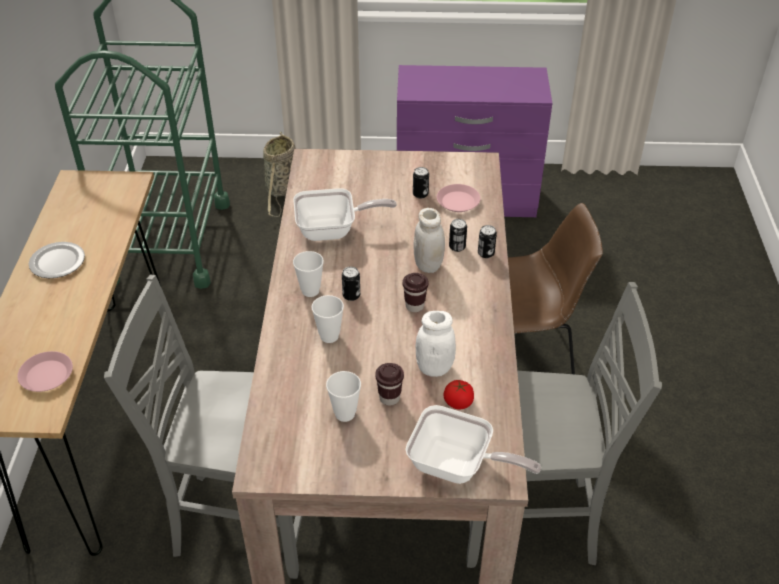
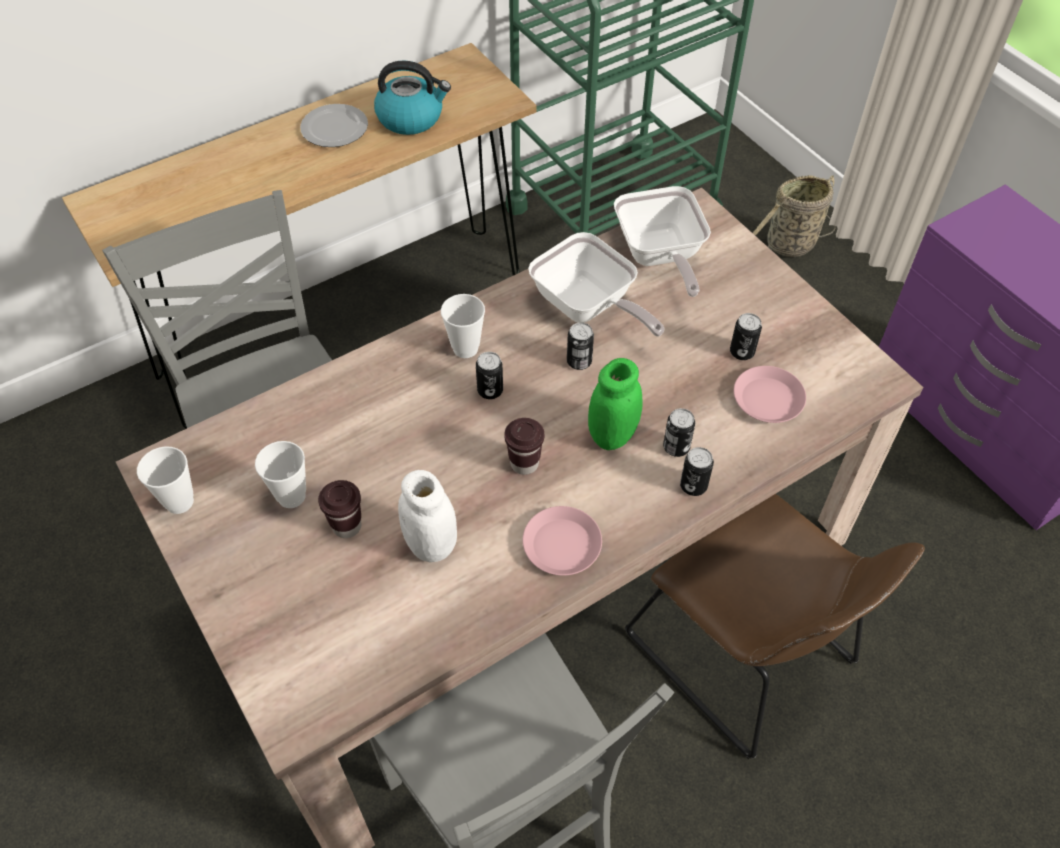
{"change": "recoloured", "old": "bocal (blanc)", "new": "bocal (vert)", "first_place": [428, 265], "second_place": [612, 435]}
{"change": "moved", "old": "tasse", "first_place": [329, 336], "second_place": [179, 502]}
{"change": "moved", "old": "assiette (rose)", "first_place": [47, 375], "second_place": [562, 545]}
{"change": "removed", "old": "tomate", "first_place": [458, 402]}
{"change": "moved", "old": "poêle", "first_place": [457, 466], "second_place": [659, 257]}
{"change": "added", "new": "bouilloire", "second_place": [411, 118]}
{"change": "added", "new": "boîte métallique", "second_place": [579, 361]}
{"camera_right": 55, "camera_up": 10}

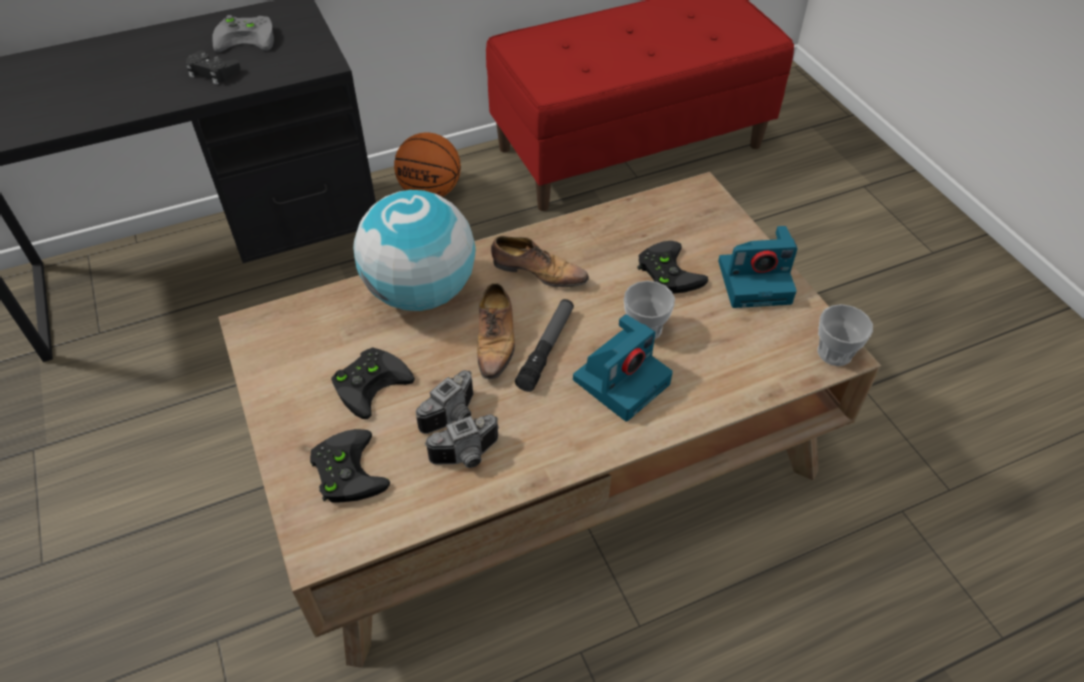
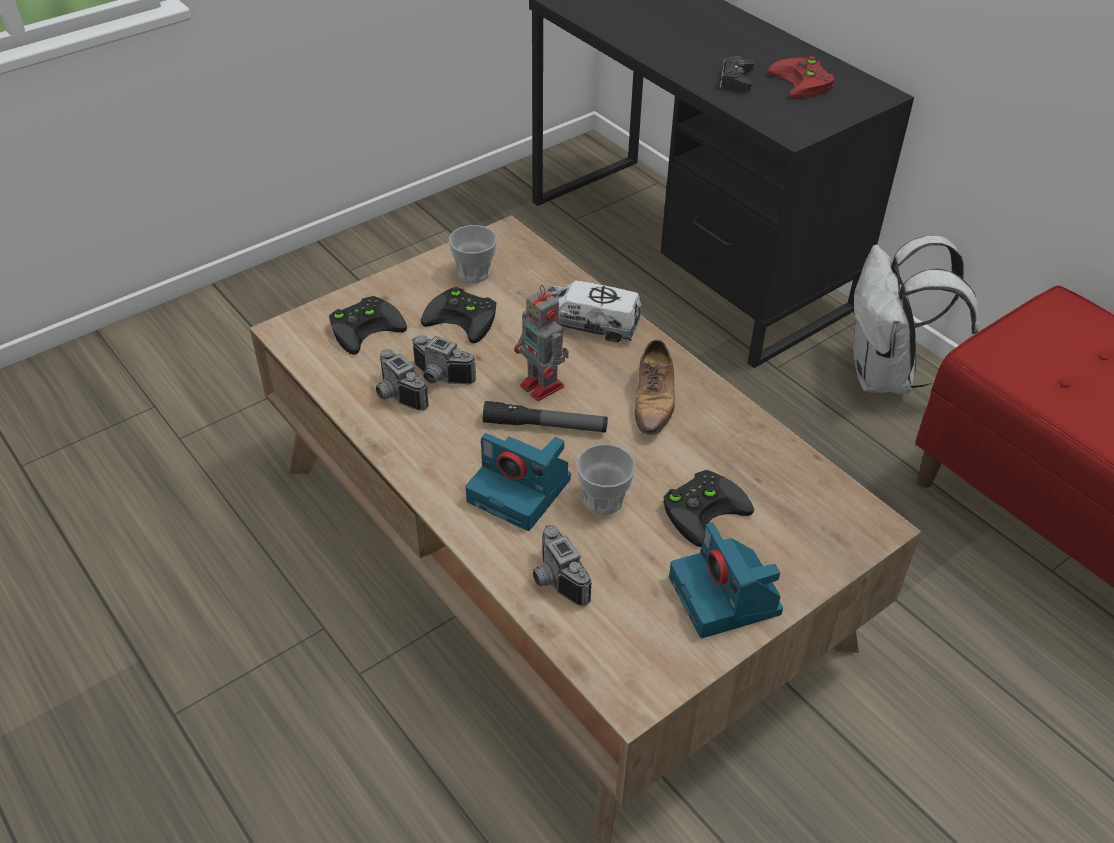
{"change": "recoloured", "old": "manette (gris)", "new": "manette (rouge)", "first_place": [248, 38], "second_place": [804, 83]}
{"change": "replaced", "old": "ballon de basket", "new": "sac à dos (blanc)", "first_place": [430, 191], "second_place": [885, 376]}
{"change": "replaced", "old": "globe", "new": "camion jouet", "first_place": [421, 292], "second_place": [589, 323]}
{"change": "replaced", "old": "chaussure", "new": "robot jouet", "first_place": [496, 340], "second_place": [543, 387]}
{"change": "moved", "old": "tasse", "first_place": [834, 353], "second_place": [474, 273]}
{"change": "added", "new": "appareil photo", "second_place": [555, 581]}
{"camera_right": 75, "camera_up": -5}

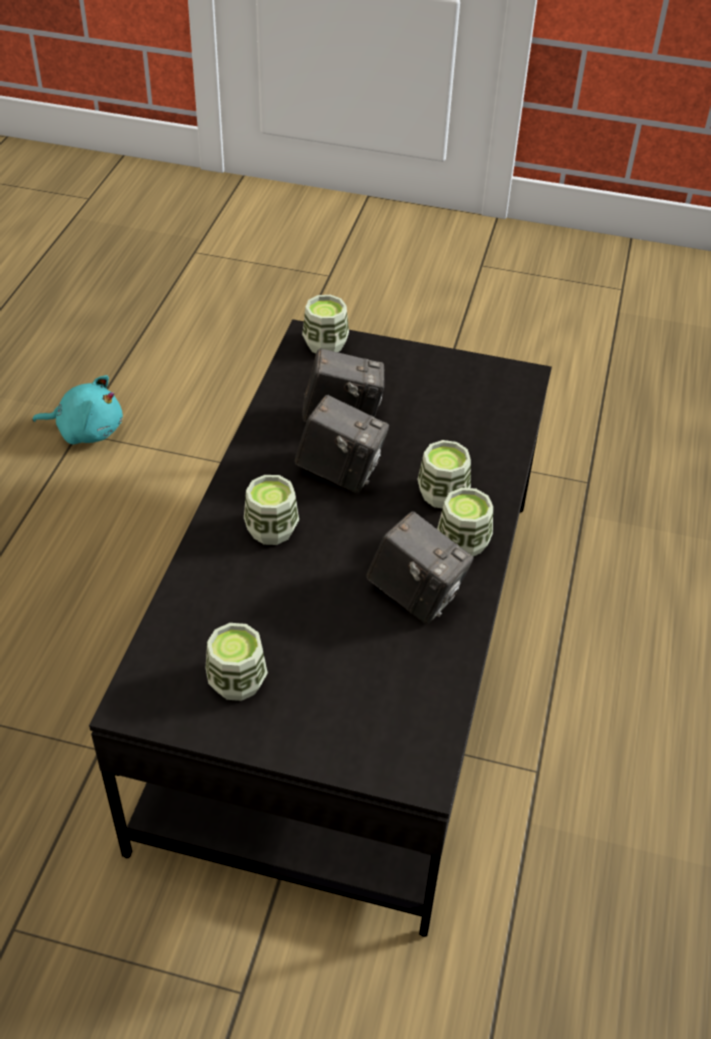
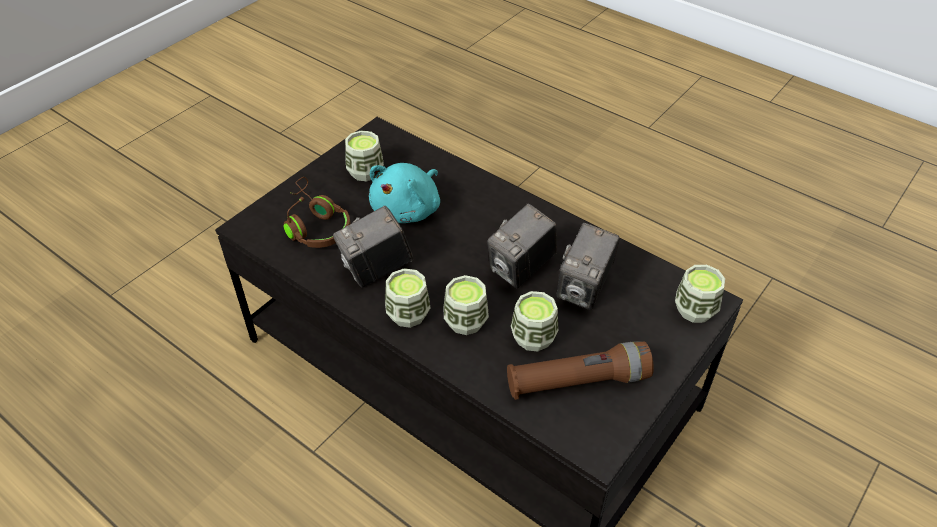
{"change": "moved", "old": "peluche (turquoise)", "first_place": [87, 430], "second_place": [408, 209]}
{"change": "moved", "old": "tasse", "first_place": [271, 530], "second_place": [533, 337]}
{"change": "added", "new": "casque audio (marron)", "second_place": [315, 225]}
{"change": "added", "new": "lampe de poche (marron)", "second_place": [577, 381]}
{"camera_right": 115, "camera_up": 0}

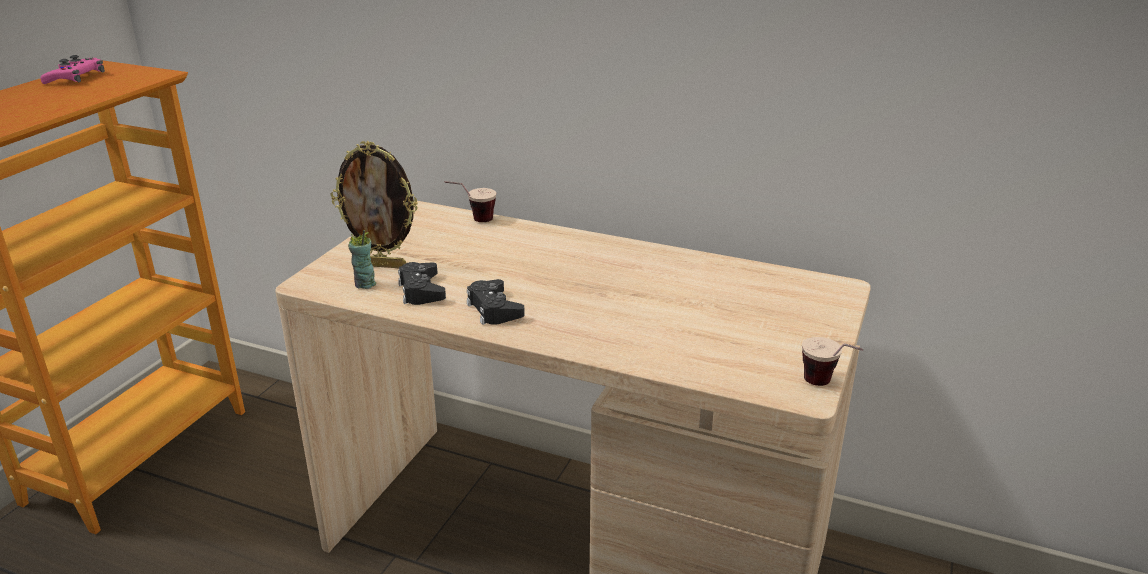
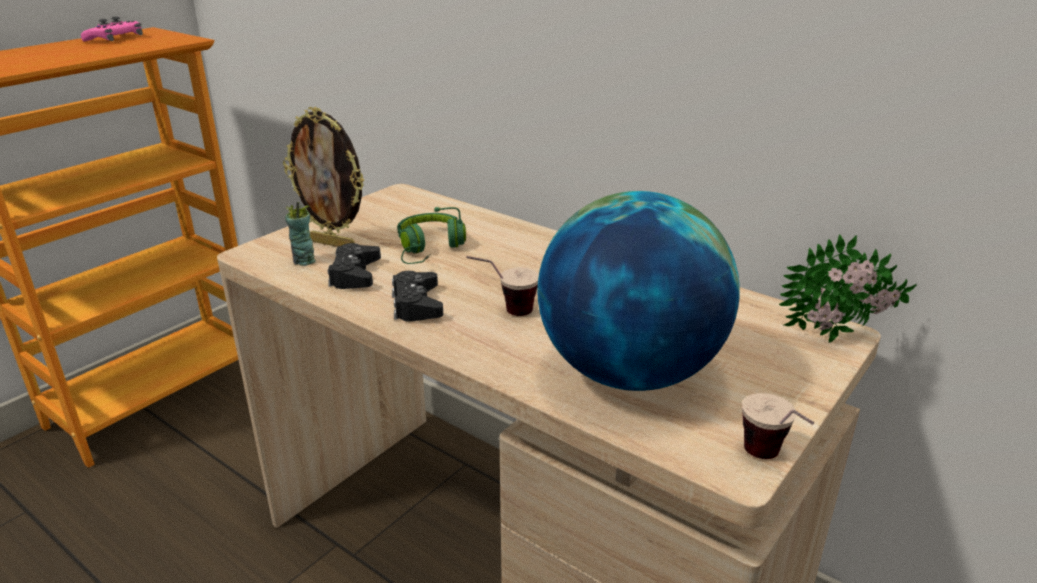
{"change": "moved", "old": "tasse", "first_place": [472, 221], "second_place": [503, 312]}
{"change": "added", "new": "globe", "second_place": [629, 372]}
{"change": "added", "new": "casque audio (vert)", "second_place": [430, 248]}
{"change": "added", "new": "plante en pot", "second_place": [840, 338]}
{"camera_right": 15, "camera_up": 0}

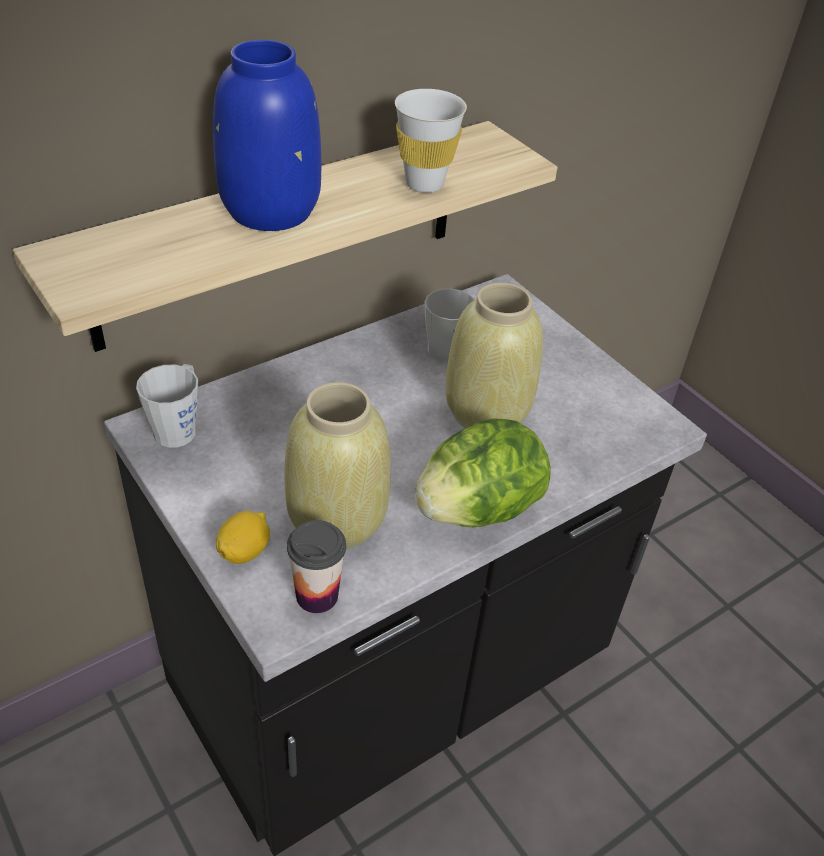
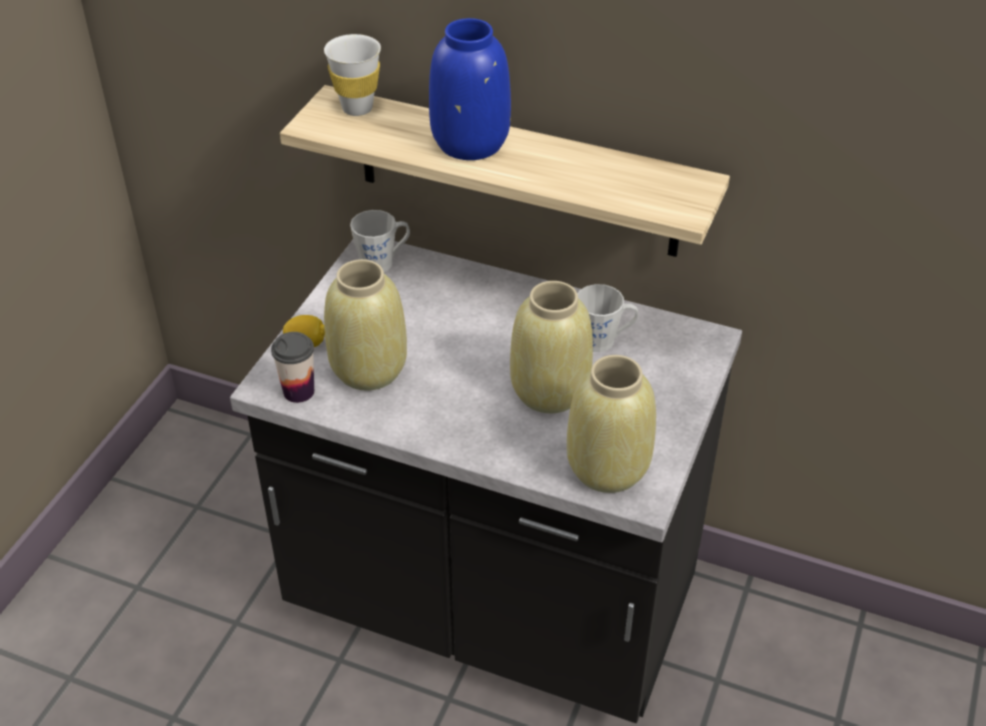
{"change": "moved", "old": "tasse (blanc)", "first_place": [424, 184], "second_place": [357, 108]}
{"change": "removed", "old": "laitue", "first_place": [478, 509]}
{"change": "added", "new": "vase (beige)", "second_place": [607, 467]}
{"camera_right": 60, "camera_up": 0}

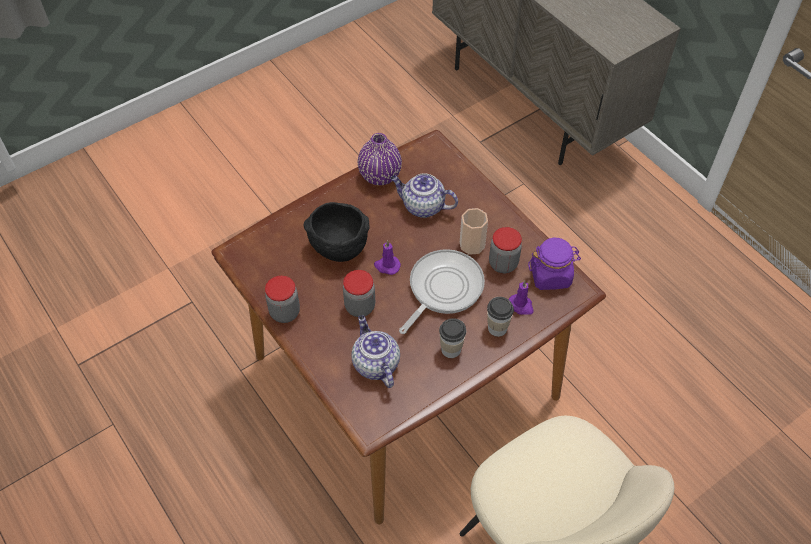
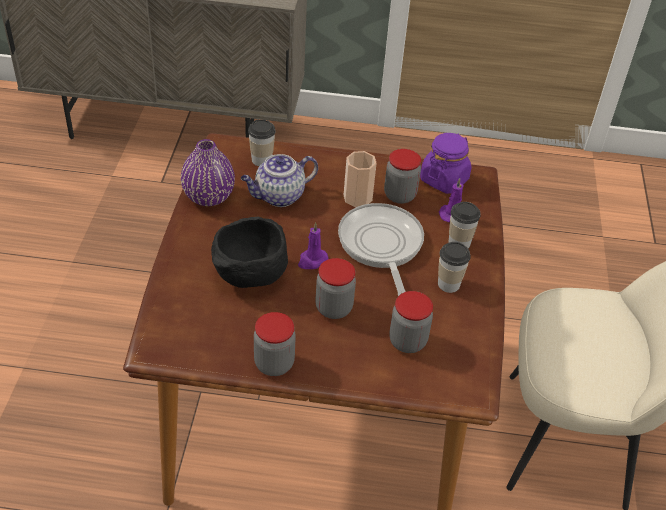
{"change": "replaced", "old": "théière", "new": "bocal", "first_place": [375, 363], "second_place": [407, 341]}
{"change": "added", "new": "tasse", "second_place": [261, 160]}
{"camera_right": -50, "camera_up": -10}

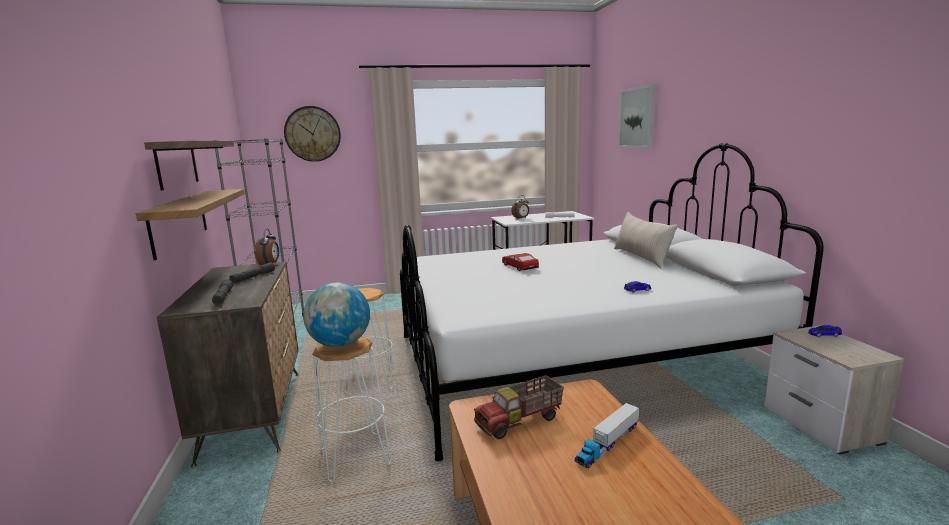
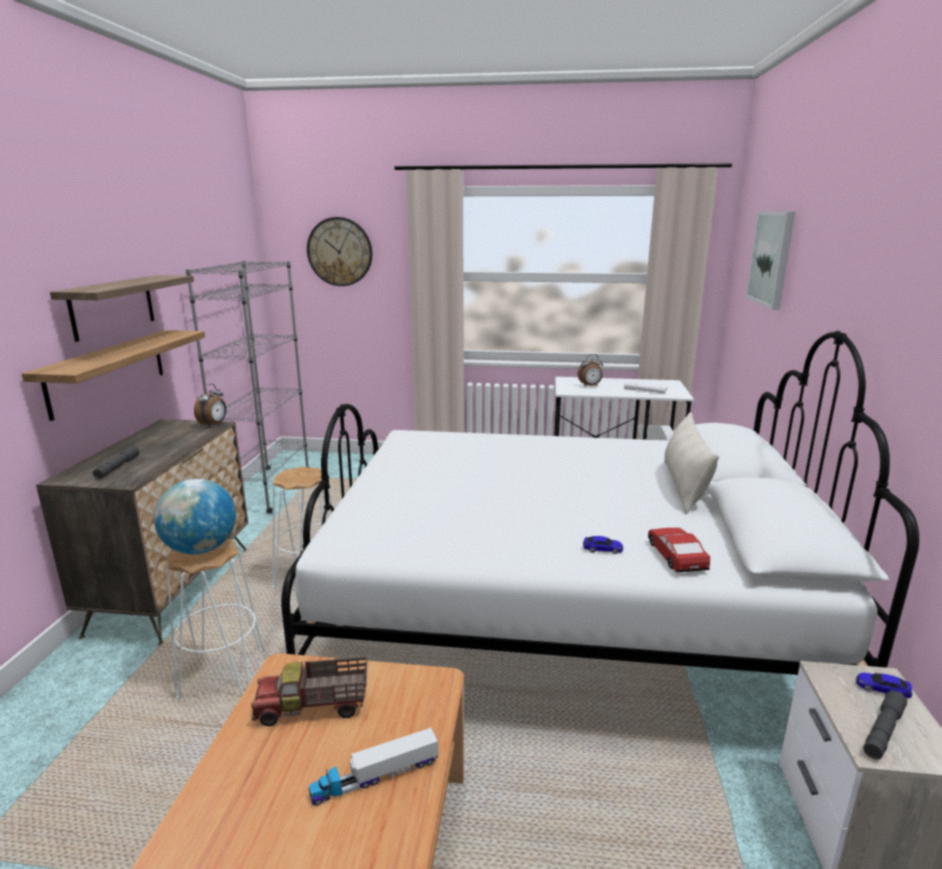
{"change": "moved", "old": "petite voiture", "first_place": [519, 267], "second_place": [676, 556]}
{"change": "moved", "old": "lampe de poche (gris)", "first_place": [253, 277], "second_place": [883, 731]}
{"camera_right": 20, "camera_up": 5}

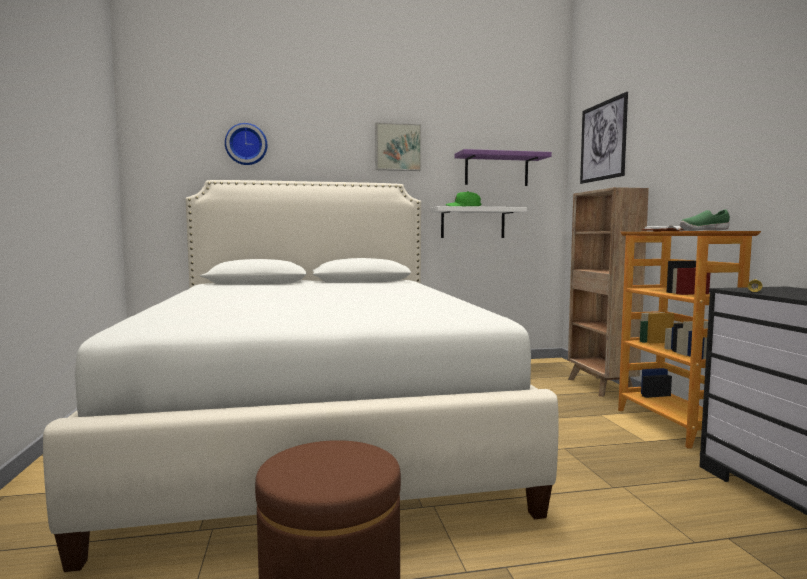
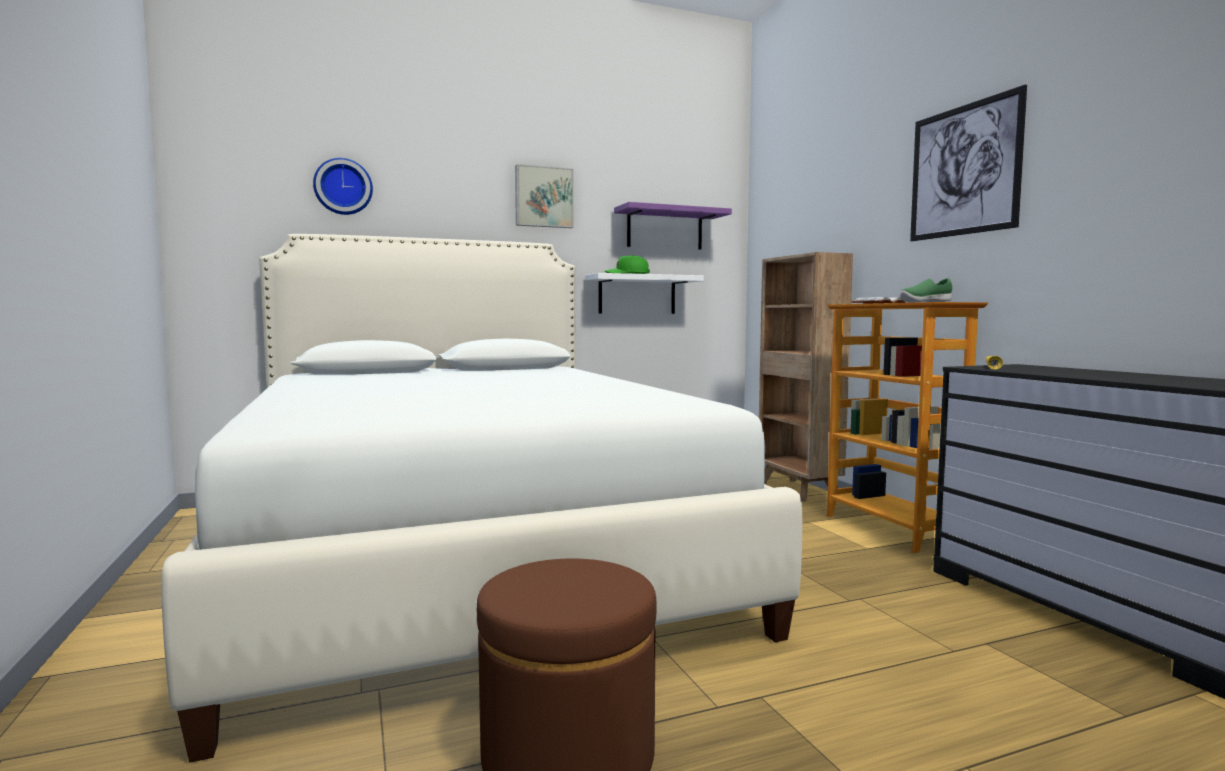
{"change": "moved", "old": "tableau", "first_place": [602, 141], "second_place": [964, 170]}
{"camera_right": -10, "camera_up": 0}

